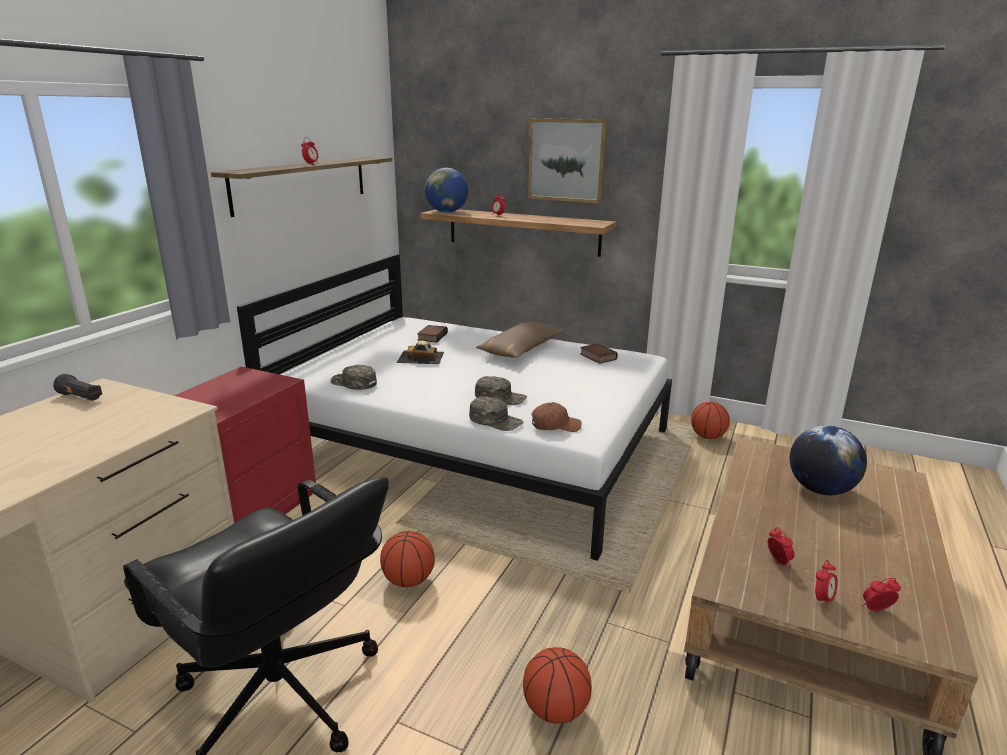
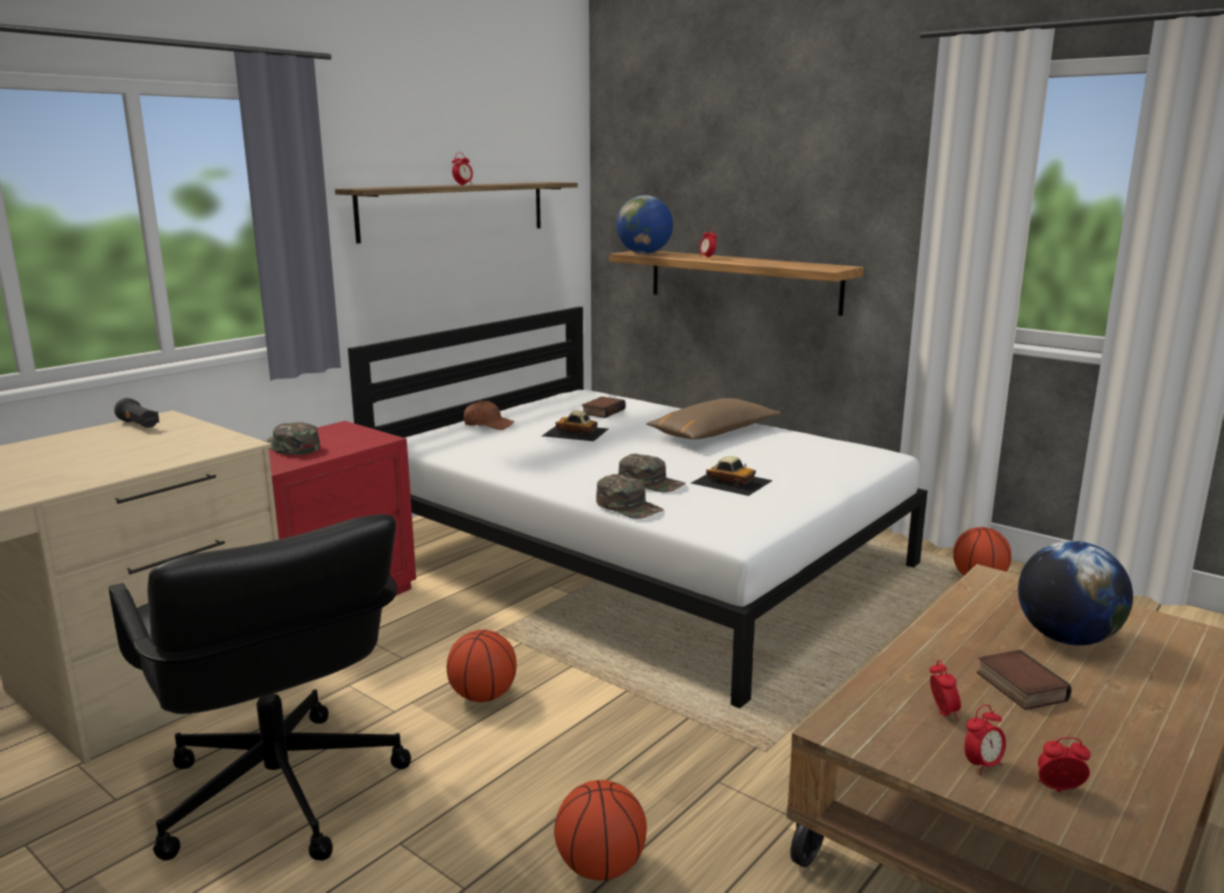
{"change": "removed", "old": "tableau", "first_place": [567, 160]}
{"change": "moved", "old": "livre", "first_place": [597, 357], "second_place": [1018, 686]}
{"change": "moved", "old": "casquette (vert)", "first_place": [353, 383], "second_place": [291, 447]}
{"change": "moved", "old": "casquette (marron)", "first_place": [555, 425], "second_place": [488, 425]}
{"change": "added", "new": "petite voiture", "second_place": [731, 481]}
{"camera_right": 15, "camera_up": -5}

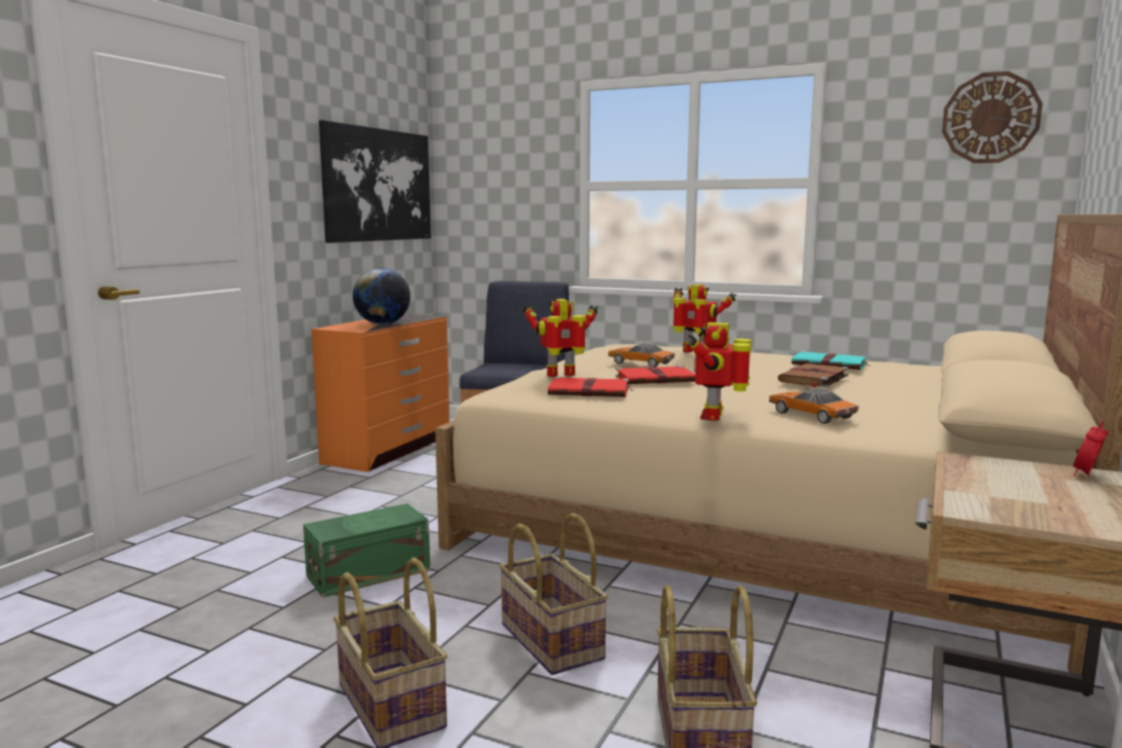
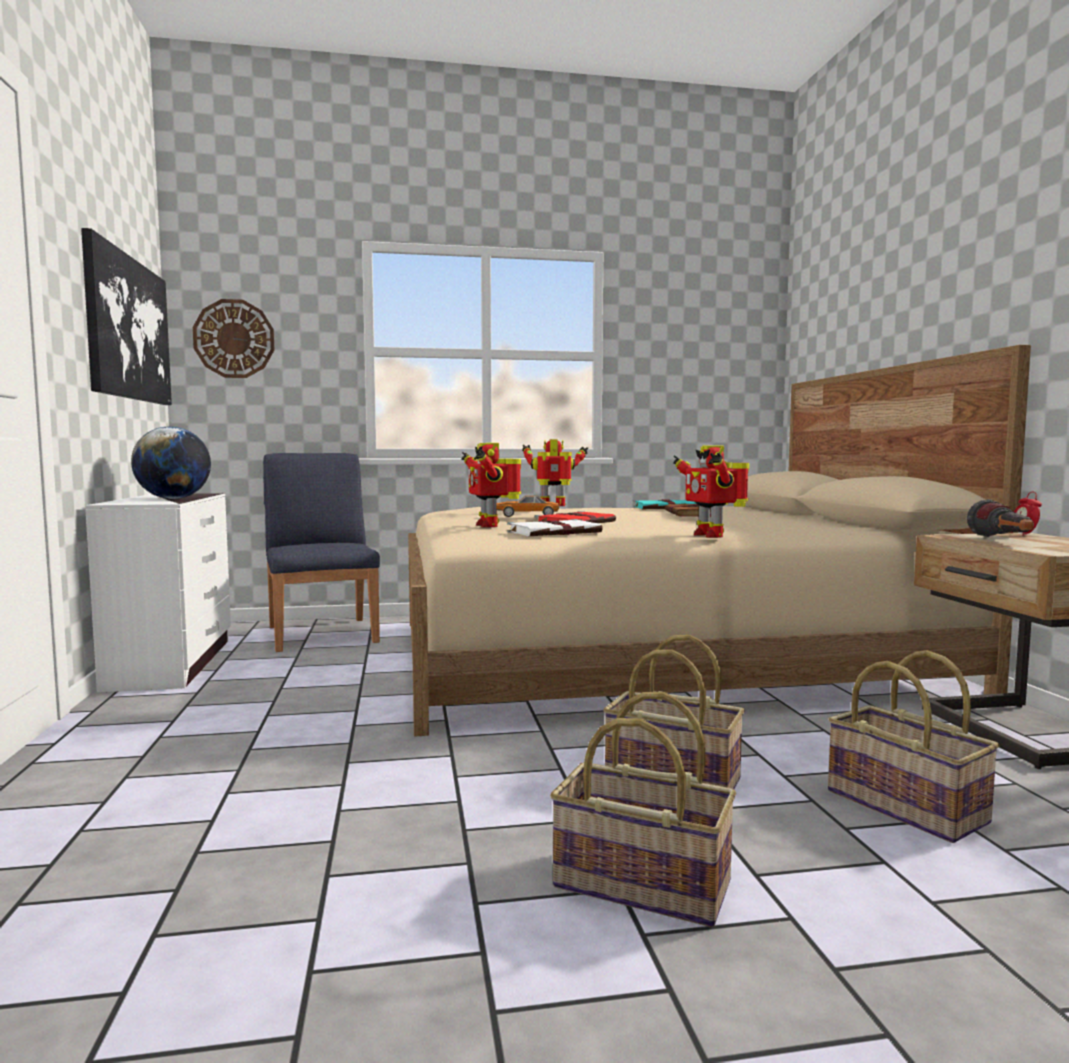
{"change": "moved", "old": "horloge murale", "first_place": [990, 118], "second_place": [234, 339]}
{"change": "turned", "old": "robot jouet", "first_place": [562, 375], "second_place": [489, 525], "degrees": -60}
{"change": "recoloured", "old": "commode (orange)", "new": "commode (blanc)", "first_place": [389, 449], "second_place": [174, 663]}
{"change": "recoloured", "old": "livre (rouge)", "new": "livre (blanc)", "first_place": [590, 391], "second_place": [555, 532]}
{"change": "removed", "old": "petite voiture", "first_place": [811, 415]}
{"change": "removed", "old": "boîte de rangement (vert)", "first_place": [366, 573]}
{"change": "added", "new": "lampe de poche", "second_place": [1003, 541]}
{"camera_right": -35, "camera_up": -5}

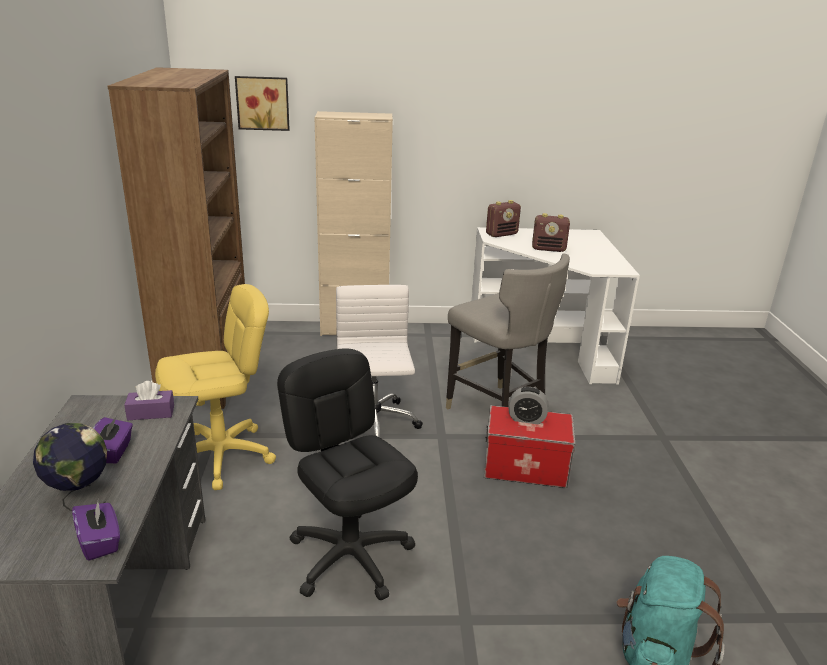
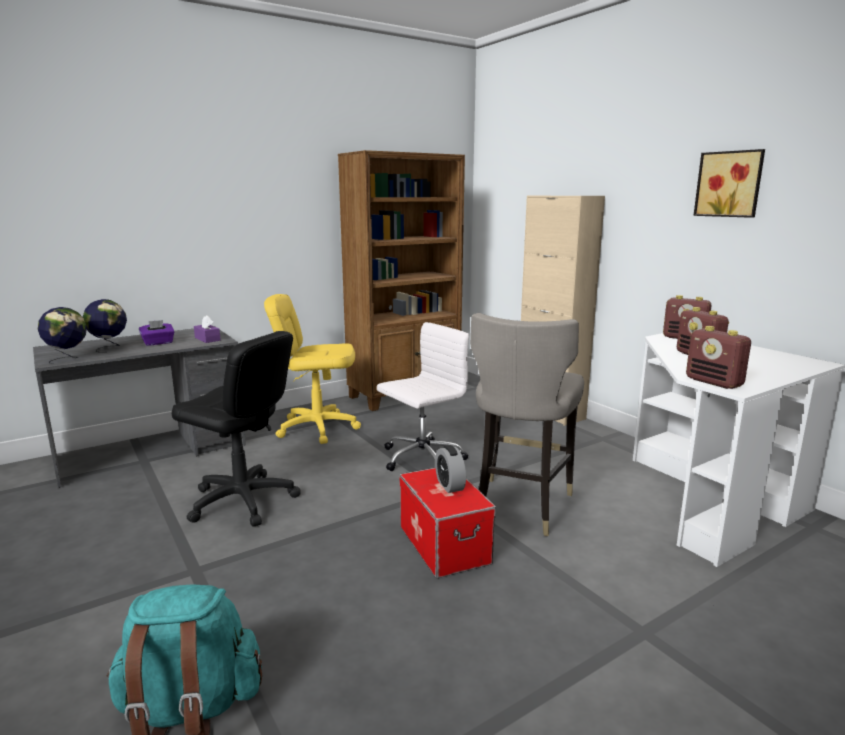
{"change": "moved", "old": "tableau", "first_place": [263, 103], "second_place": [730, 184]}
{"change": "turned", "old": "chaise de bureau (jaune)", "first_place": [221, 456], "second_place": [317, 428], "degrees": 150}
{"change": "turned", "old": "chaise de bureau (noir)", "first_place": [350, 556], "second_place": [242, 501], "degrees": 90}
{"change": "replaced", "old": "boîte à mouchoirs (violet)", "new": "globe", "first_place": [100, 542], "second_place": [68, 359]}
{"change": "added", "new": "radio", "second_place": [714, 382]}
{"camera_right": 60, "camera_up": -10}

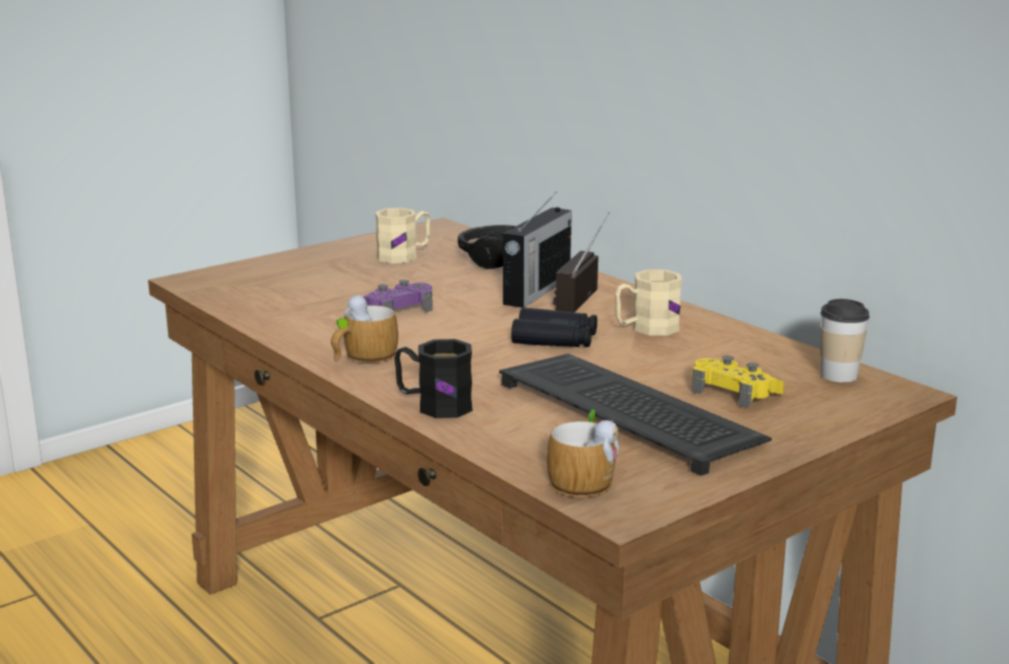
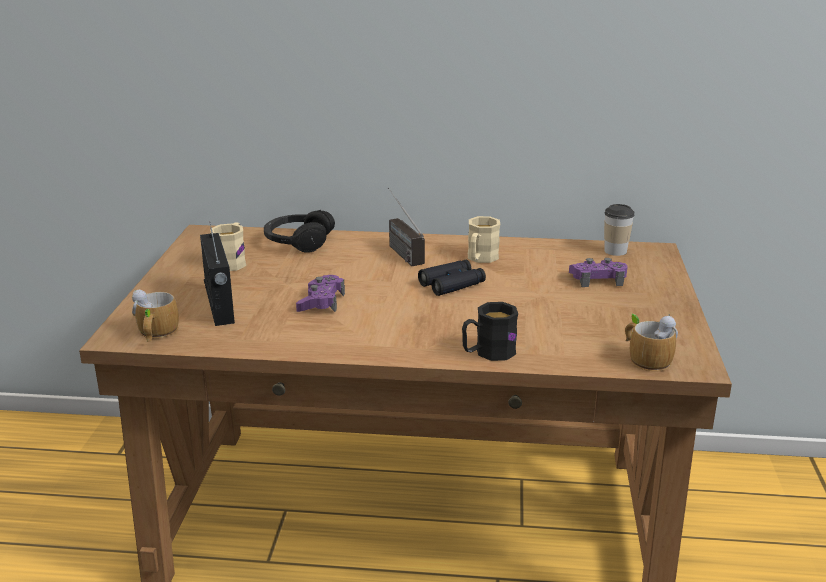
{"change": "moved", "old": "radio", "first_place": [536, 291], "second_place": [219, 306]}
{"change": "moved", "old": "mug", "first_place": [362, 357], "second_place": [156, 333]}
{"change": "removed", "old": "clavier", "first_place": [632, 414]}
{"change": "recoloured", "old": "manette (jaune)", "new": "manette (violet)", "first_place": [735, 392], "second_place": [597, 279]}
{"camera_right": -45, "camera_up": 5}

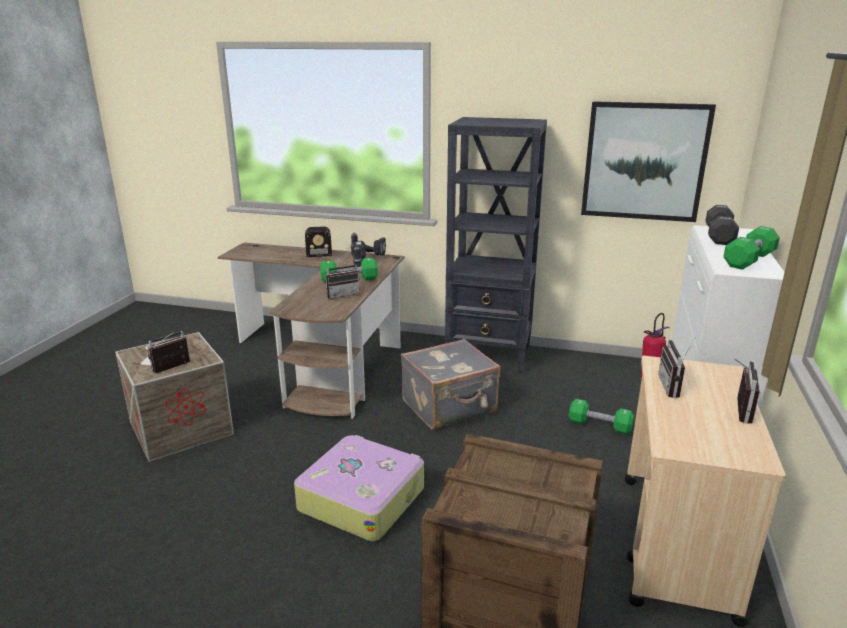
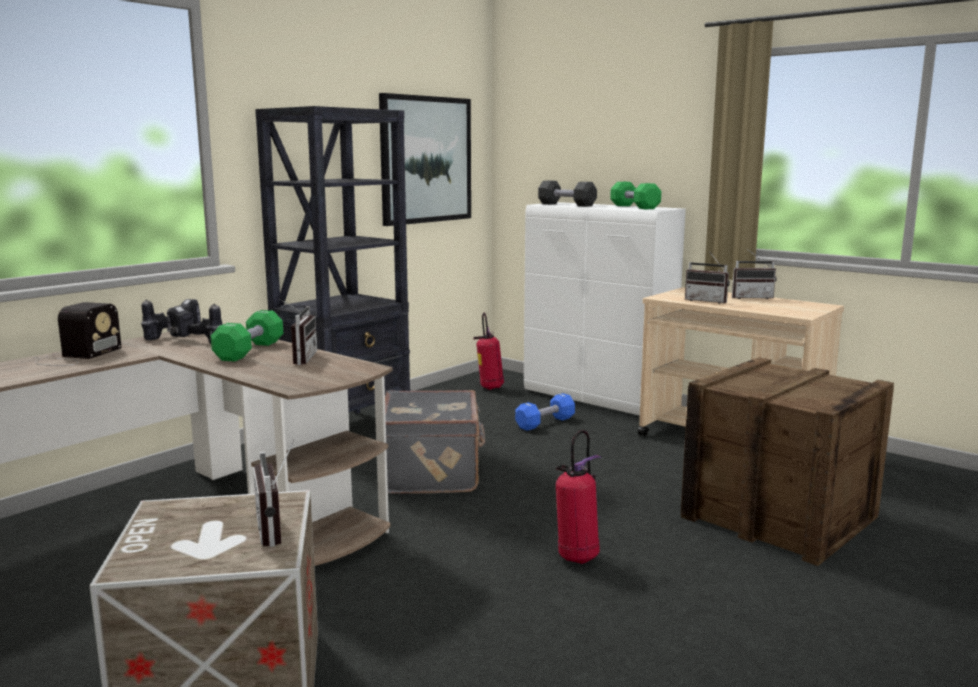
{"change": "turned", "old": "radio", "first_place": [737, 410], "second_place": [751, 297], "degrees": 135}
{"change": "recoloured", "old": "haltère (vert)", "new": "haltère (bleu)", "first_place": [599, 426], "second_place": [545, 423]}
{"change": "replaced", "old": "valise", "new": "extincteur", "first_place": [362, 498], "second_place": [577, 557]}
{"camera_right": -65, "camera_up": -10}

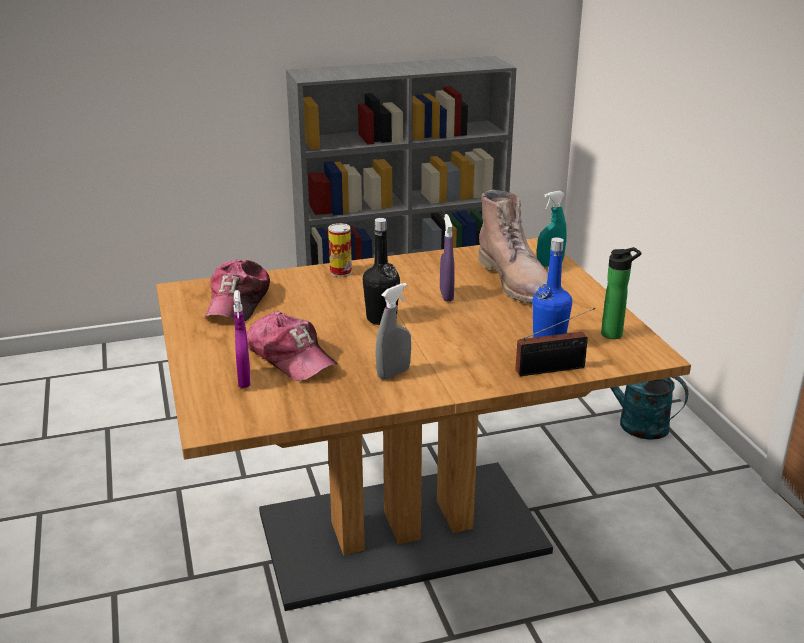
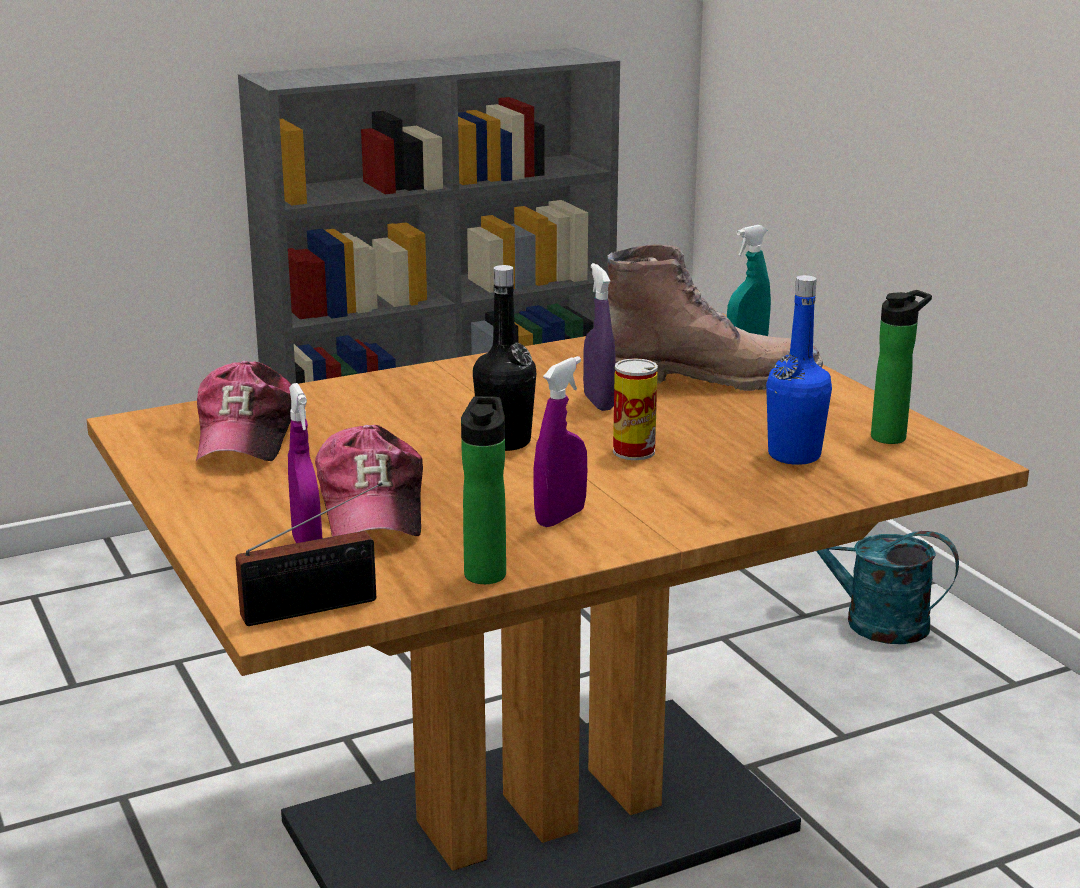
{"change": "turned", "old": "botte (marron)", "first_place": [518, 282], "second_place": [706, 377], "degrees": -60}
{"change": "moved", "old": "boîte métallique", "first_place": [340, 272], "second_place": [634, 452]}
{"change": "recoloured", "old": "vaporisateur (gris)", "new": "vaporisateur (violet)", "first_place": [393, 373], "second_place": [560, 517]}
{"change": "moved", "old": "radio", "first_place": [554, 369], "second_place": [317, 607]}
{"change": "turned", "old": "casquette", "first_place": [290, 357], "second_place": [373, 507], "degrees": 45}
{"change": "added", "new": "bouteille", "second_place": [486, 572]}
{"camera_right": -10, "camera_up": -5}

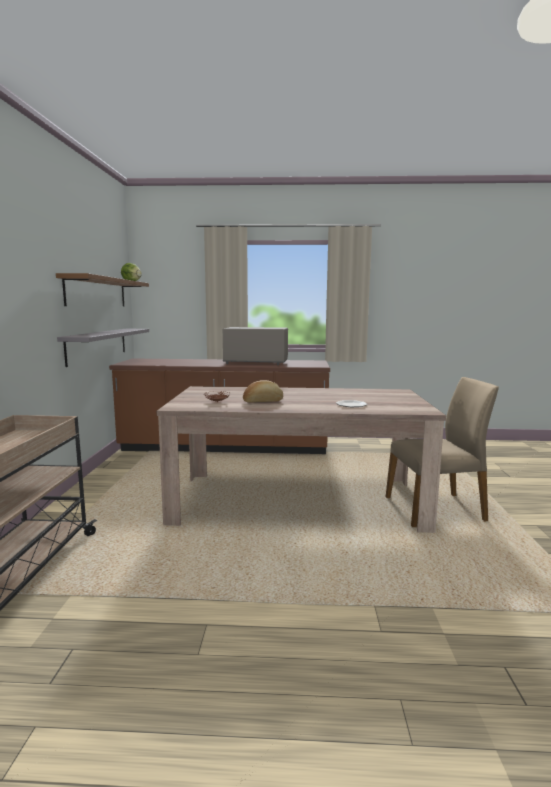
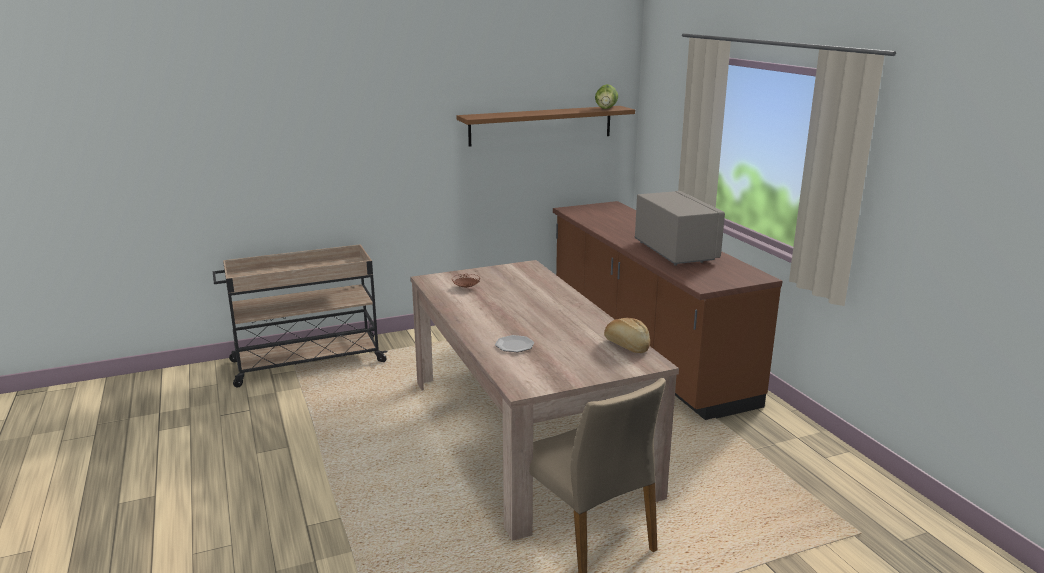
{"change": "removed", "old": "étagère (gris)", "first_place": [98, 345]}
{"change": "moved", "old": "pain", "first_place": [263, 401], "second_place": [626, 346]}
{"camera_right": 65, "camera_up": 10}

